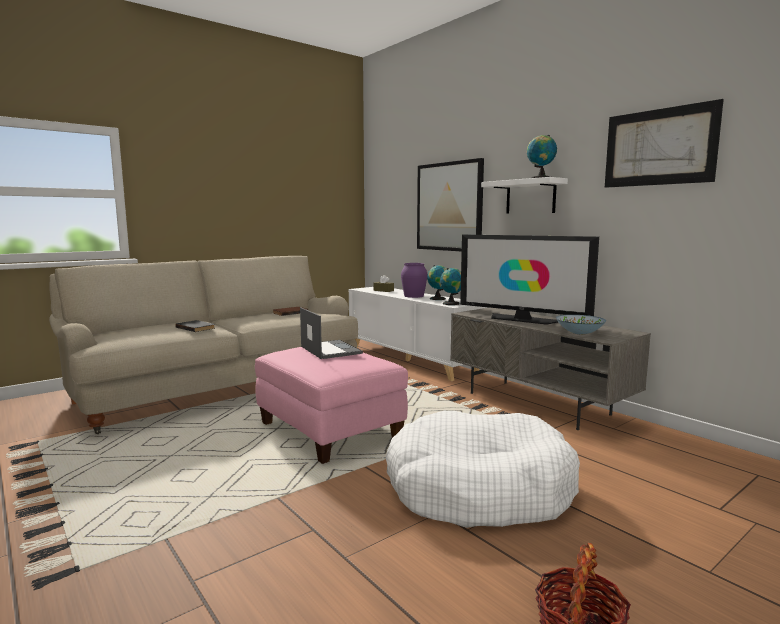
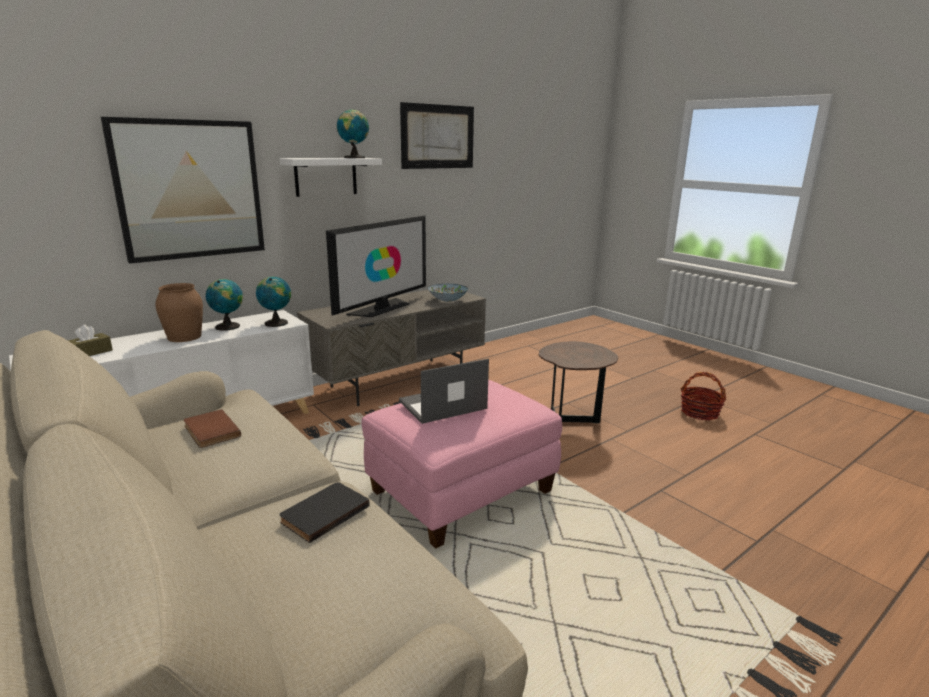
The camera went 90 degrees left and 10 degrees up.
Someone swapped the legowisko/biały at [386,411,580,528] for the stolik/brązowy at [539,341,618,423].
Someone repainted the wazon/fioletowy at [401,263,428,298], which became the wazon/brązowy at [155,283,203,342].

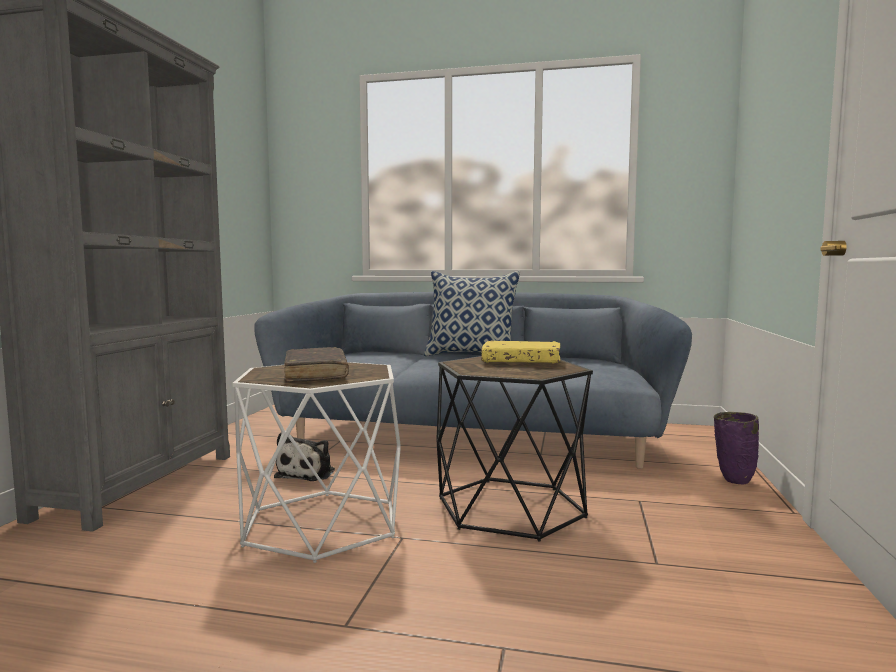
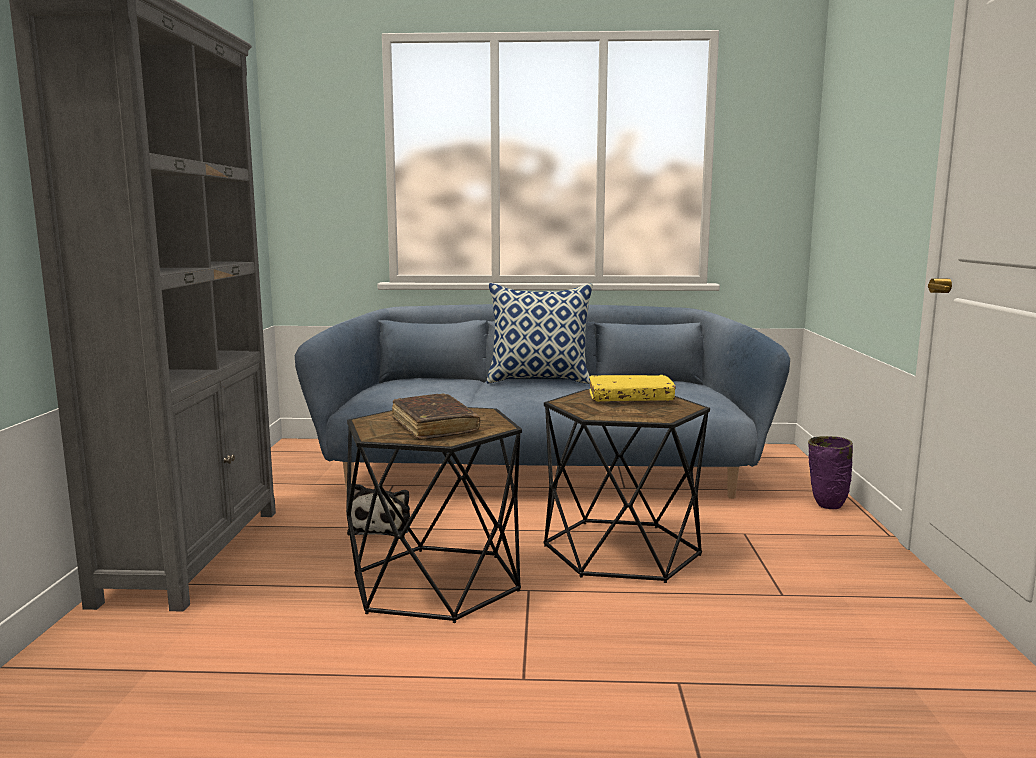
The camera went 10 degrees left and 5 degrees up.
Someone repainted the stolik/biały at [232,362,401,563], which became the stolik/czarny at [346,407,522,623].

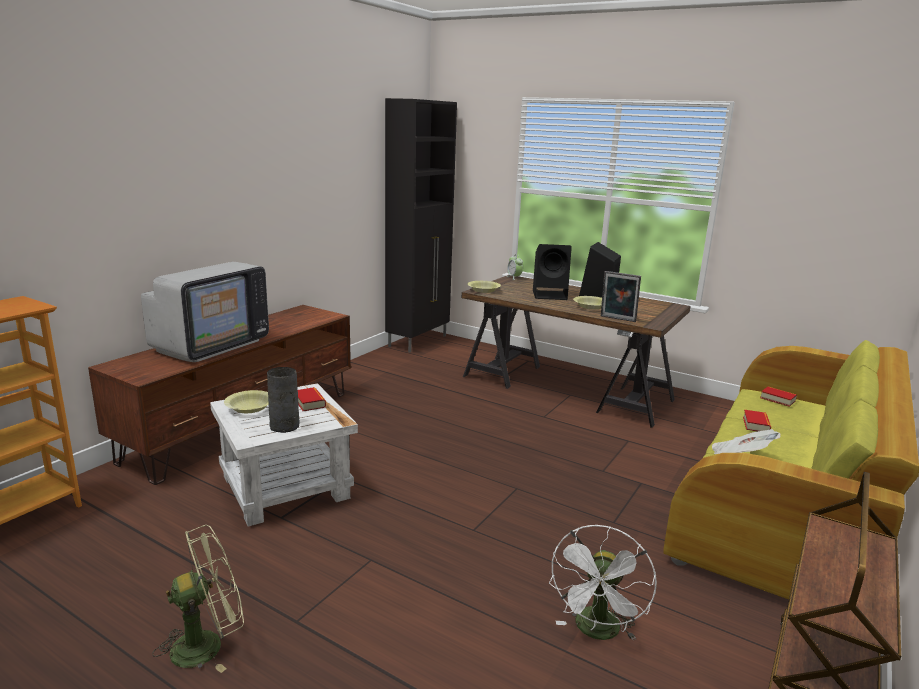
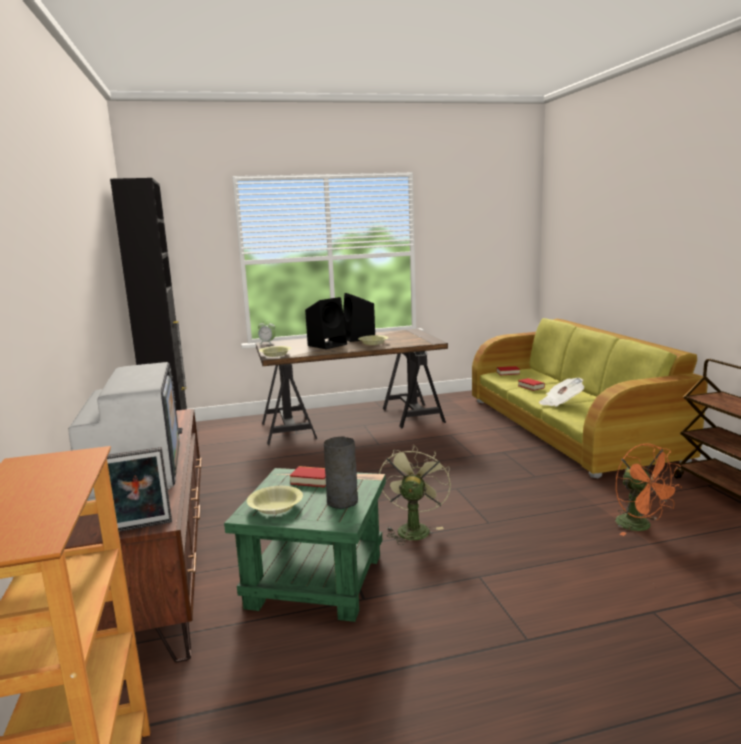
The camera went 45 degrees left and 5 degrees down.
Someone carried the wentylator/zielony from [152,525,244,673] to [379,445,451,545].
Someone repainted the stolik/biały at [210,383,358,527], which became the stolik/zielony at [224,468,386,622].
Someone repainted the wentylator/biały at [549,525,657,641], which became the wentylator/pomarańczowy at [615,443,682,536].
Someone carried the ramka na zdjęcie from [601,271,641,322] to [107,447,172,532].

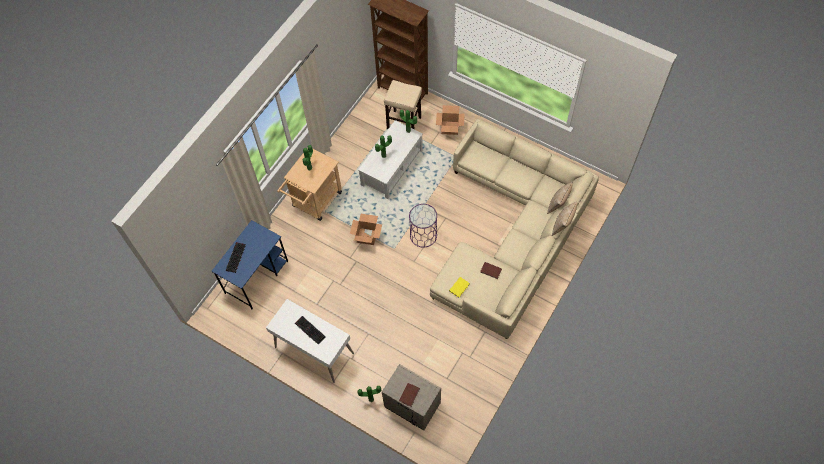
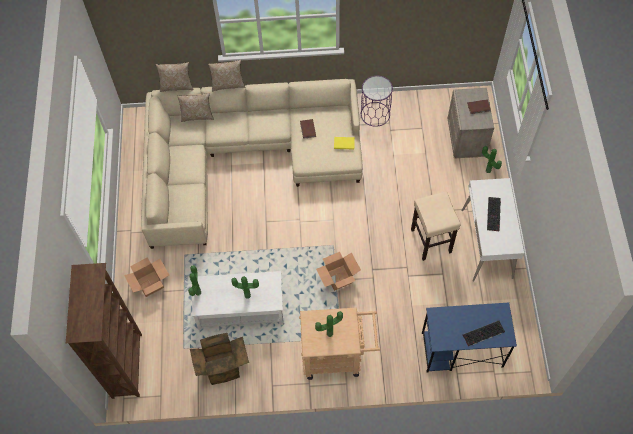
The camera went 125 degrees left and 0 degrees up.
Someone carried the stołek/beżowy from [384,80,422,130] to [411,191,461,261].
Someone carried the stolik/fioletowy from [409,204,437,247] to [361,76,393,127].
Someone put down the poduszka at [156,62,193,92].
Someone put down the karton at [190,333,249,385].

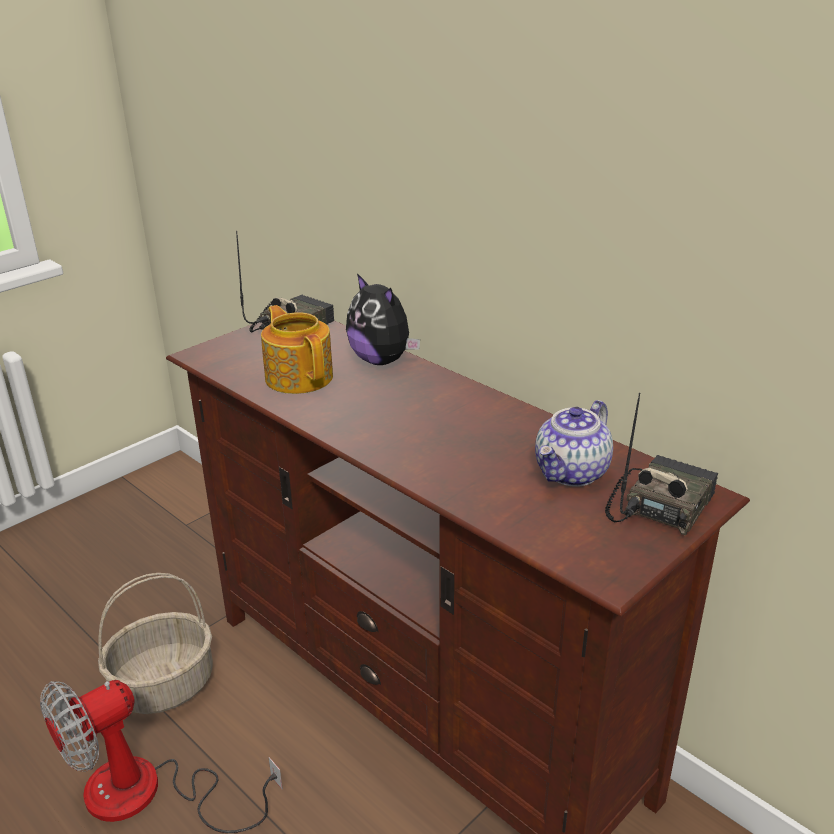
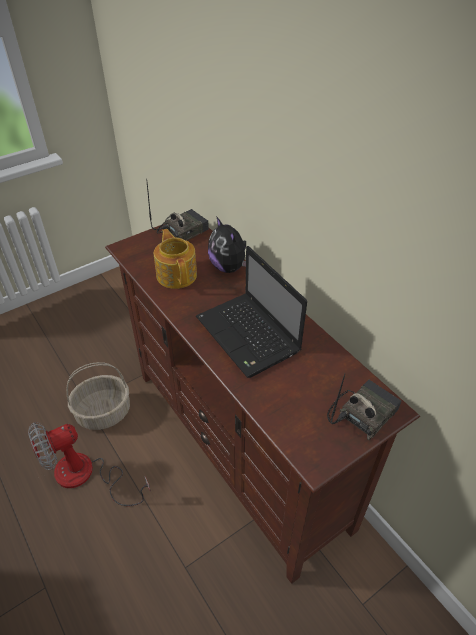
The camera went 10 degrees right and 15 degrees up.
Someone took away the imbryk at [535,400,613,487].
Someone put down the laptop at [196,246,307,378].

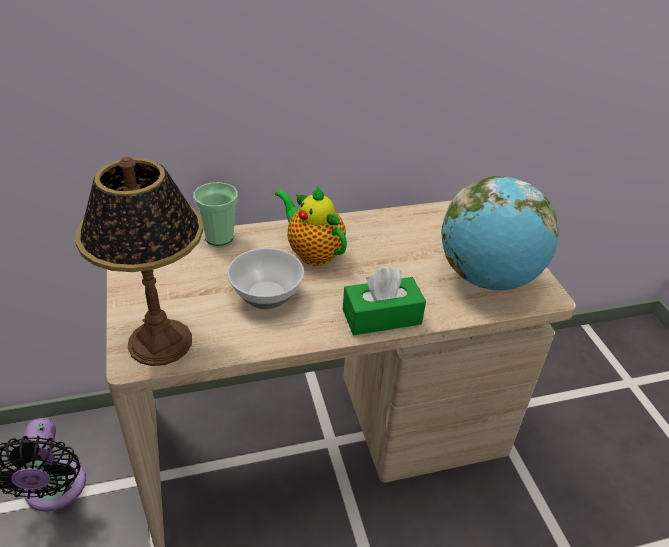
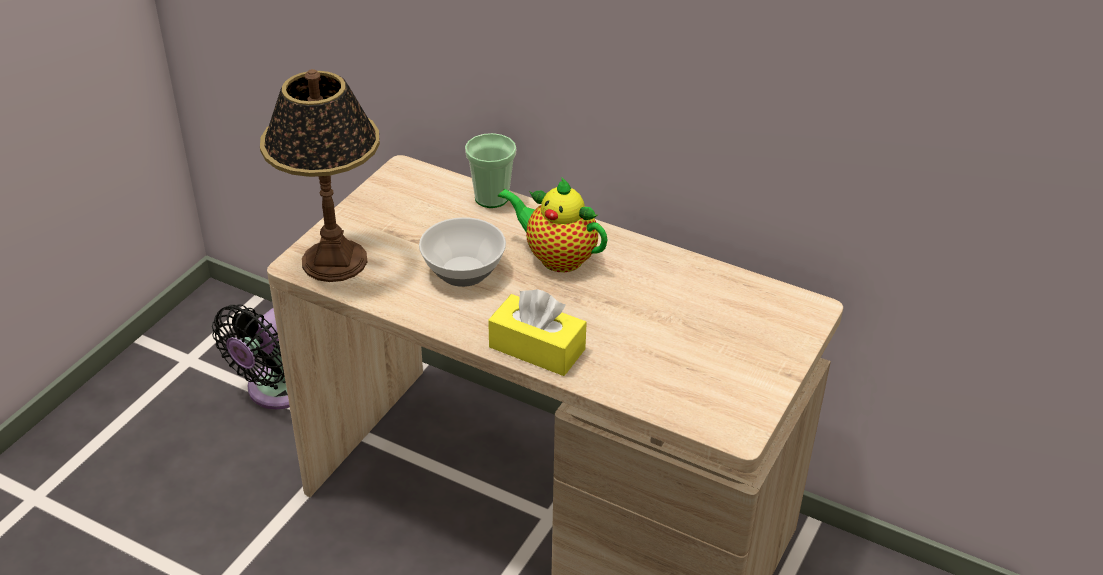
The camera went 45 degrees right and 0 degrees up.
Someone rotated the imbryk at [275,186,347,266] by 60 degrees counterclockwise.
Someone repainted the pudełko chusteczek/zielony at [343,267,426,335], which became the pudełko chusteczek/żółty at [488,289,587,376].
Someone took away the globus at [441,176,559,290].

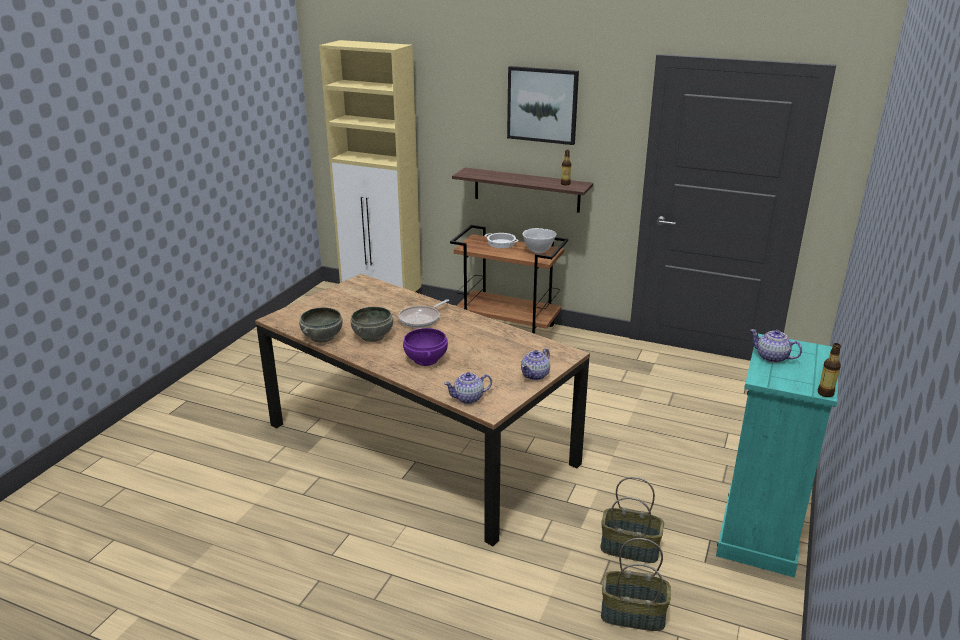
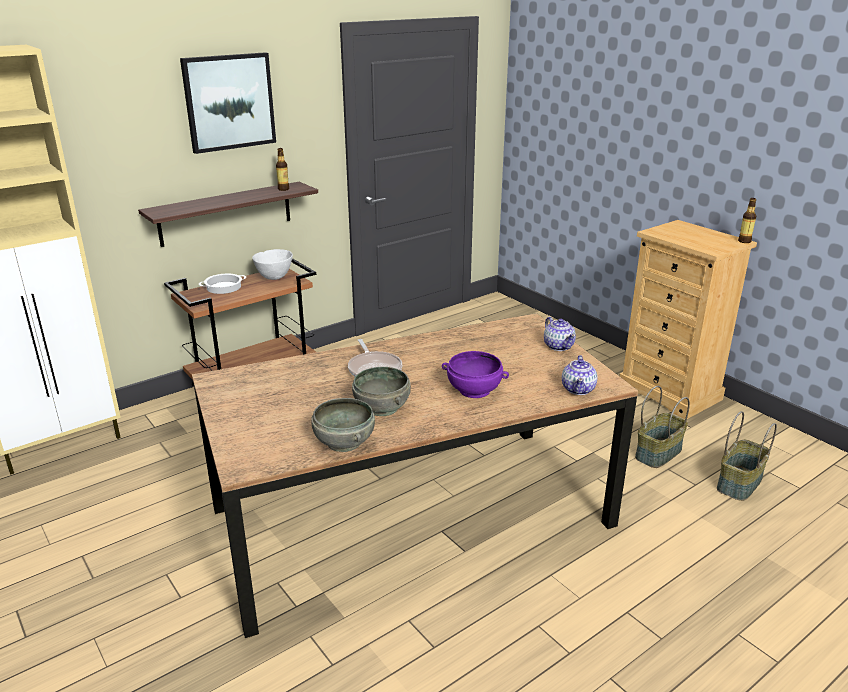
The camera went 60 degrees left and 0 degrees up.
Someone repainted the komoda/turkusowy at [716,334,838,578], which became the komoda/beżowy at [619,220,757,419].
Someone took away the imbryk at [750,329,802,363].

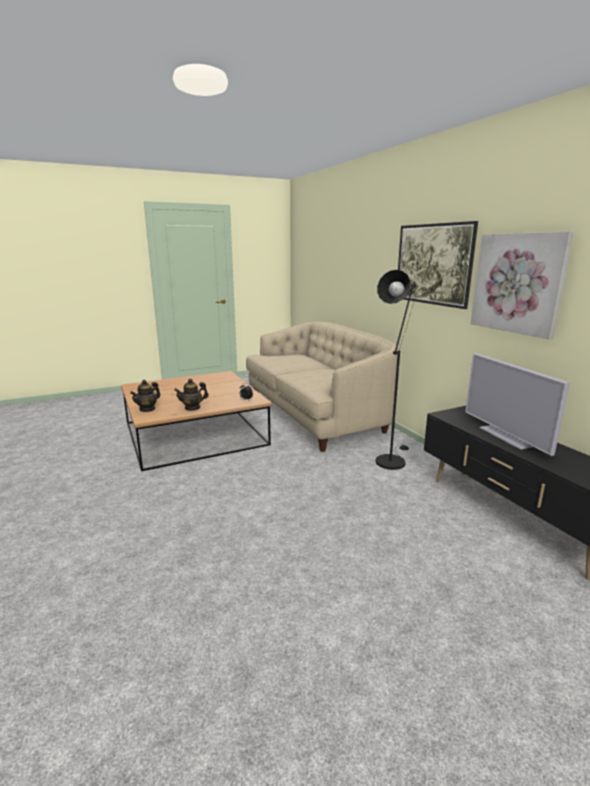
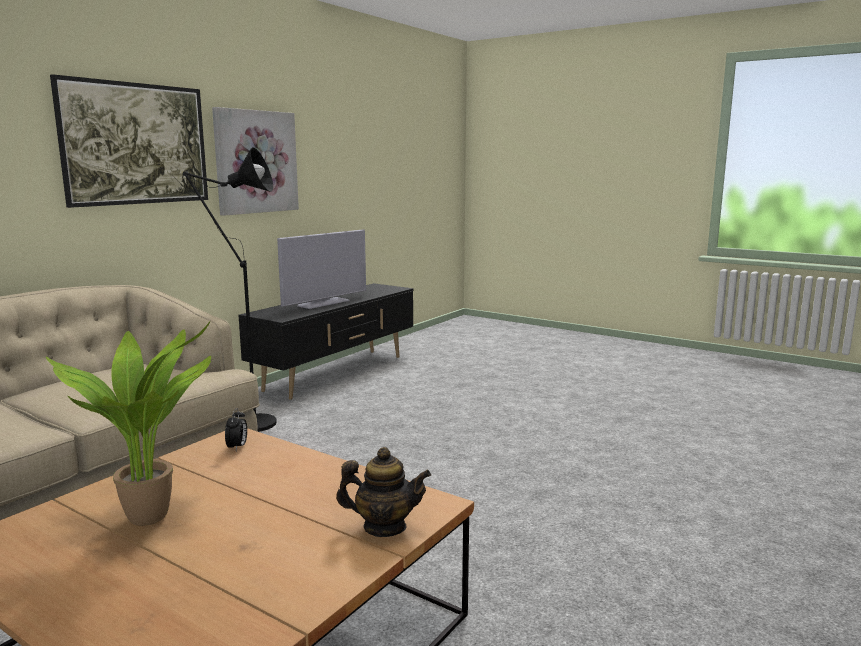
The camera went 120 degrees left and 5 degrees down.
Someone took away the imbryk at [174,379,209,411].
Someone put down the roślina doniczkowa at [46,321,211,526].

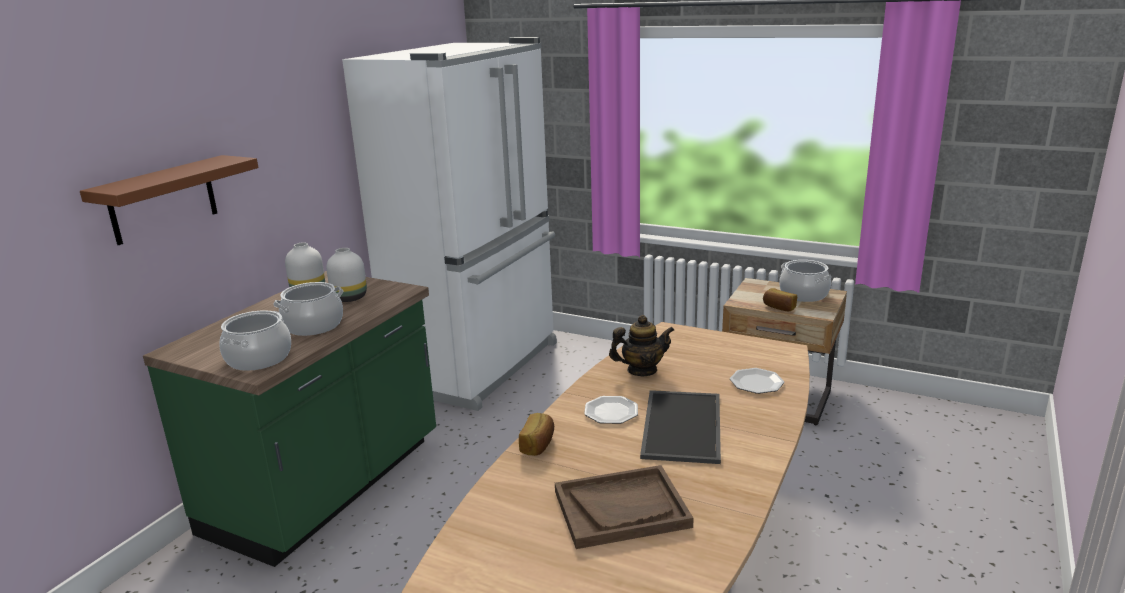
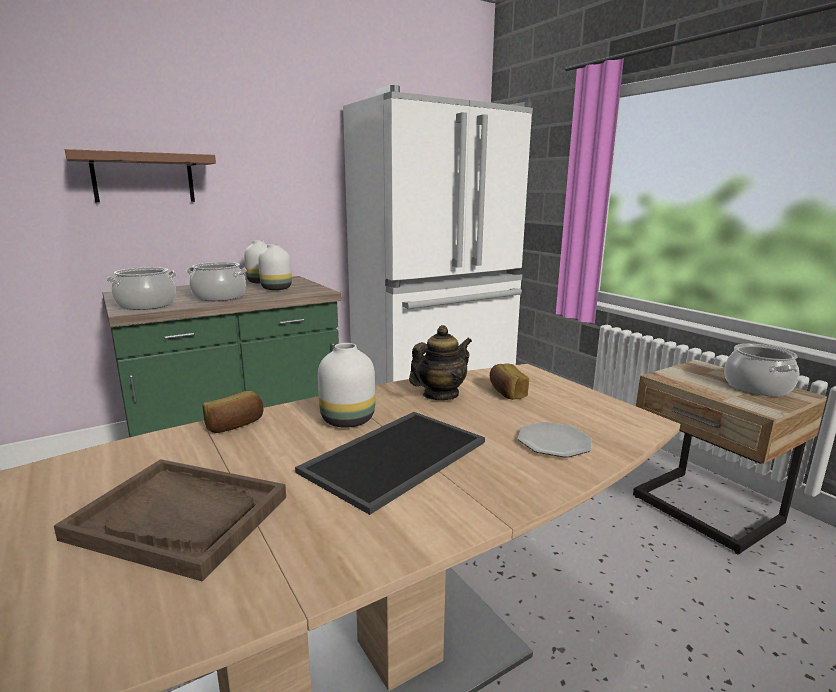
The camera went 30 degrees right and 5 degrees down.
Someone swapped the talerz at [584,396,638,424] for the wazon/biały at [318,343,375,428].
Someone rotated the imbryk at [609,315,674,376] by 60 degrees counterclockwise.
Someone carried the chleb from [763,288,797,311] to [490,363,529,400].

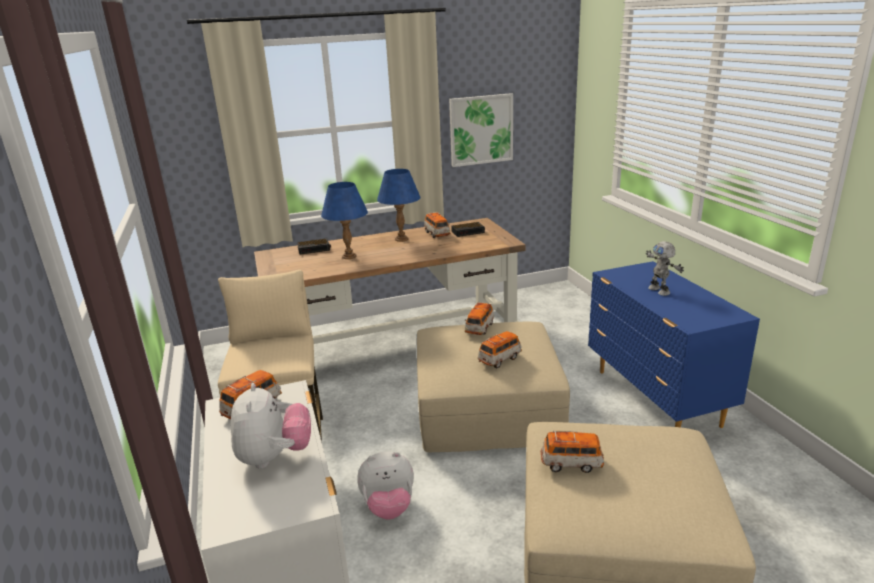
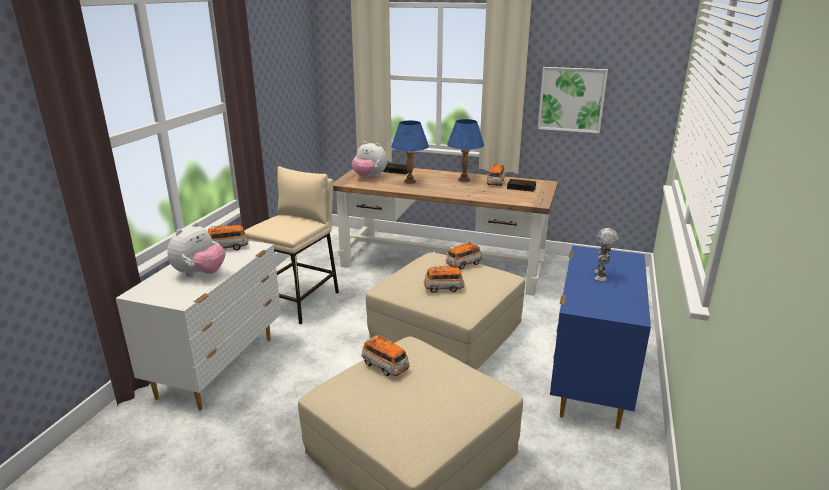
The camera went 35 degrees right and 0 degrees up.
Someone carried the pluszak from [357,451,414,519] to [352,141,387,177].

